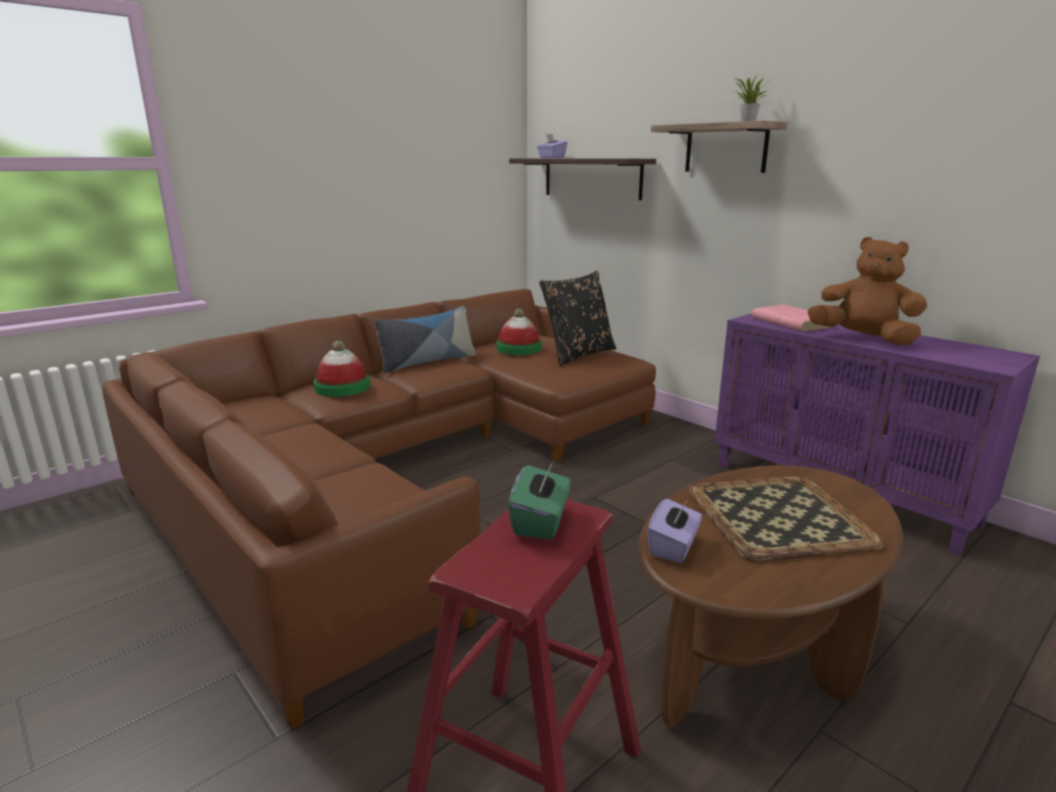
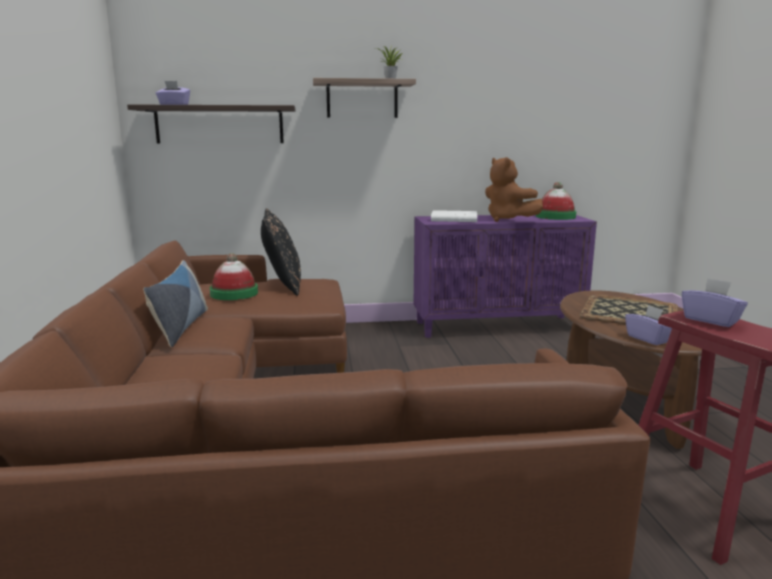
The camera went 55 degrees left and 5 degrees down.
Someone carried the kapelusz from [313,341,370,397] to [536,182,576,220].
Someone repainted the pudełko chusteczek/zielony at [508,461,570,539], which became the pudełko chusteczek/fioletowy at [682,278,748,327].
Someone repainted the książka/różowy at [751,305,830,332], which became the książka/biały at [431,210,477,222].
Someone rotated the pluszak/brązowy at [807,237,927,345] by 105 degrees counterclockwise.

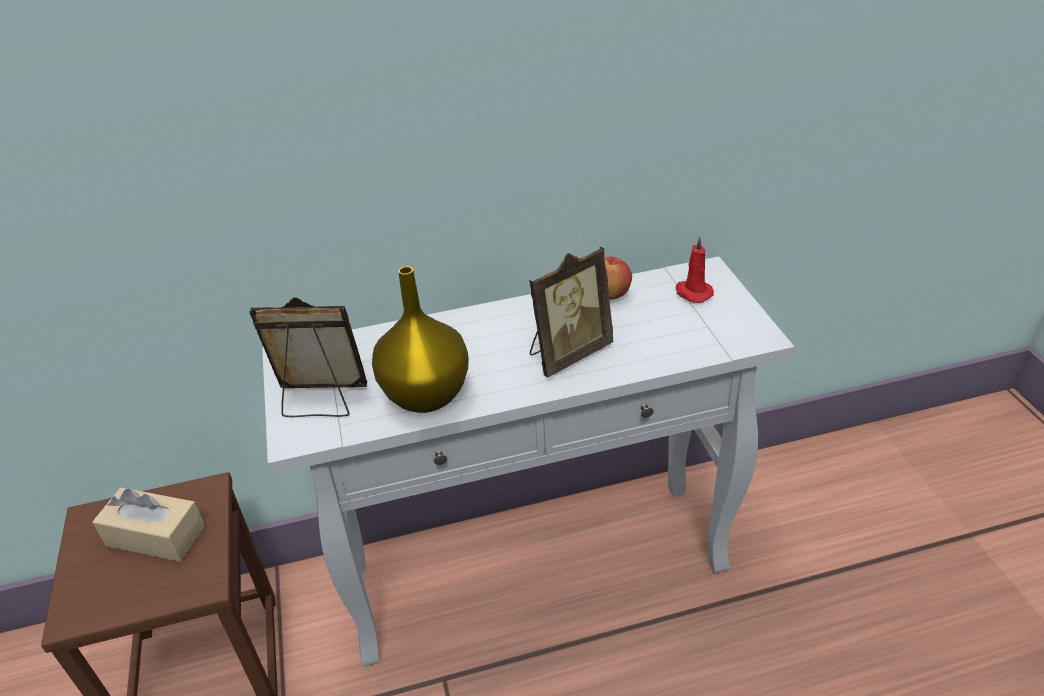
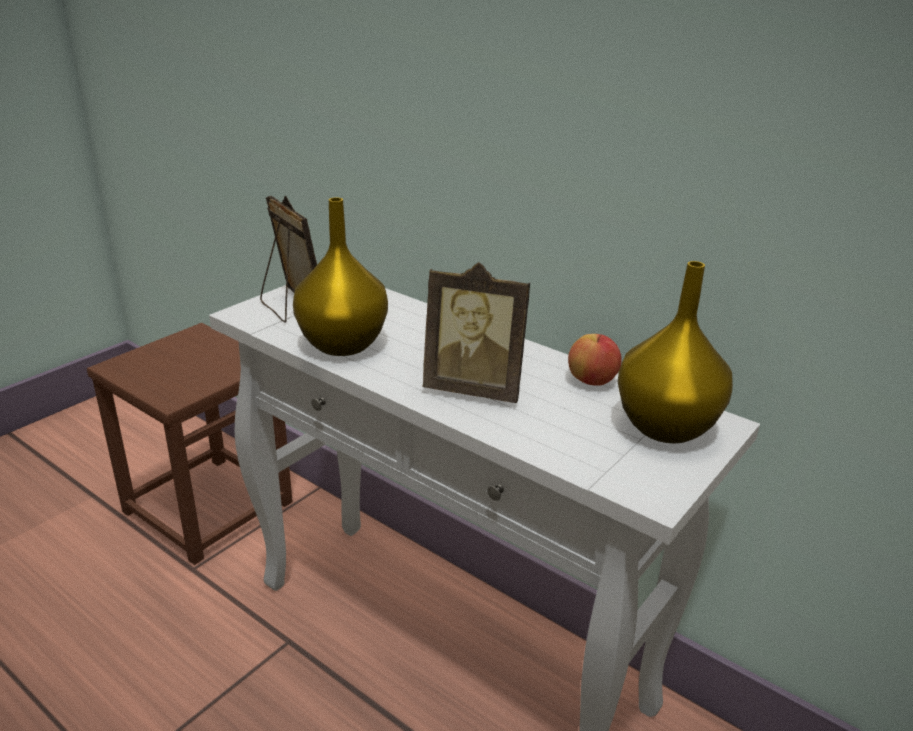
The camera went 50 degrees right and 10 degrees down.
Someone took away the pudełko chusteczek/beżowy at [92,487,205,562].
Someone swapped the świeca/czerwony at [676,236,714,303] for the wazon/żółty at [618,261,733,444].

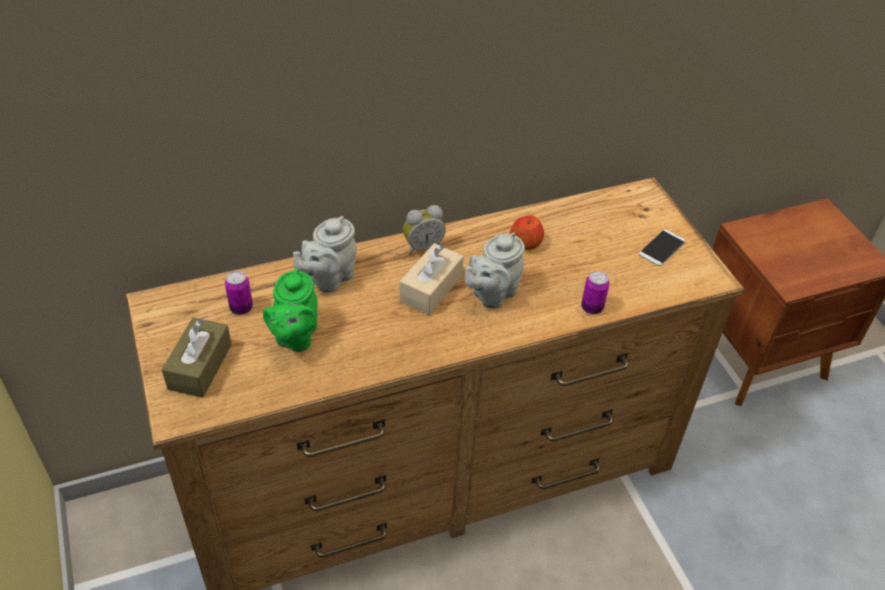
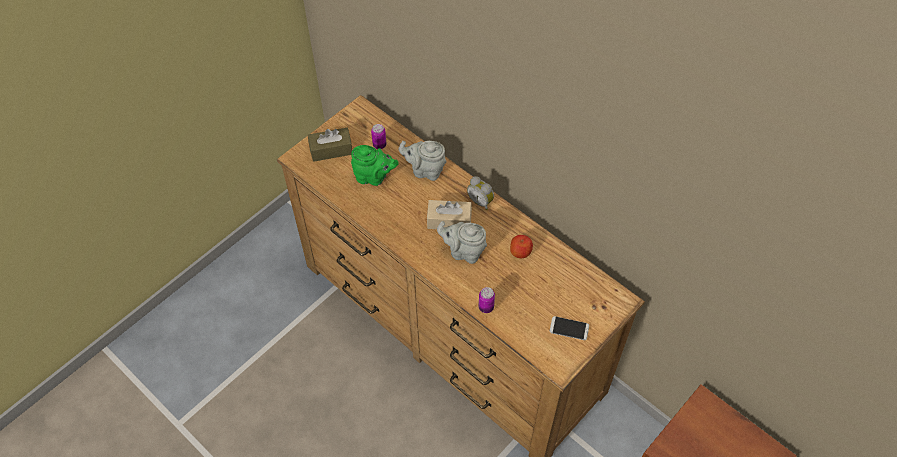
The camera went 65 degrees right and 10 degrees up.
Someone rotated the imbryk/zielony at [263,268,318,352] by 150 degrees counterclockwise.

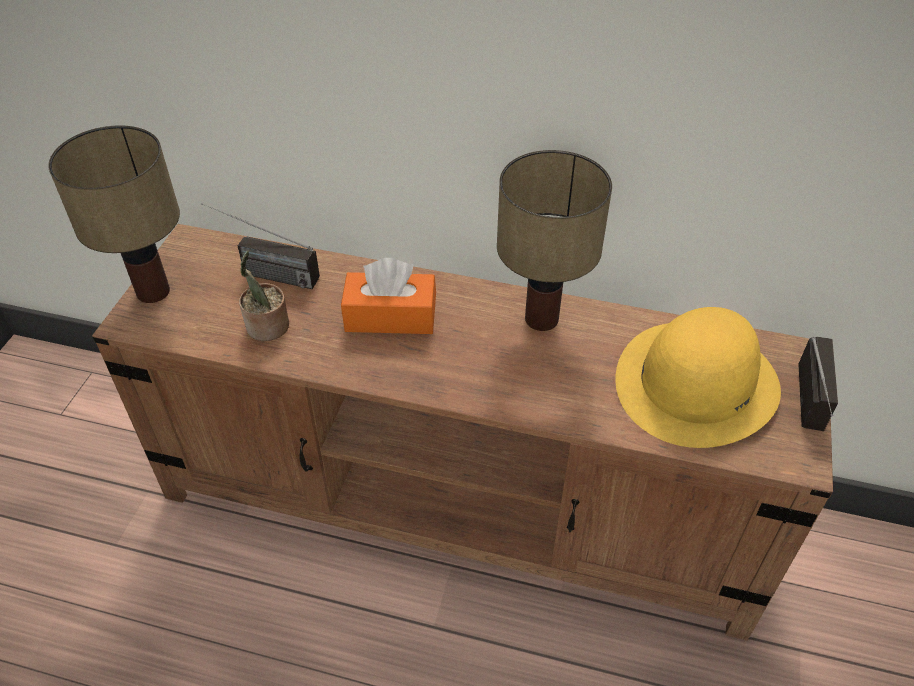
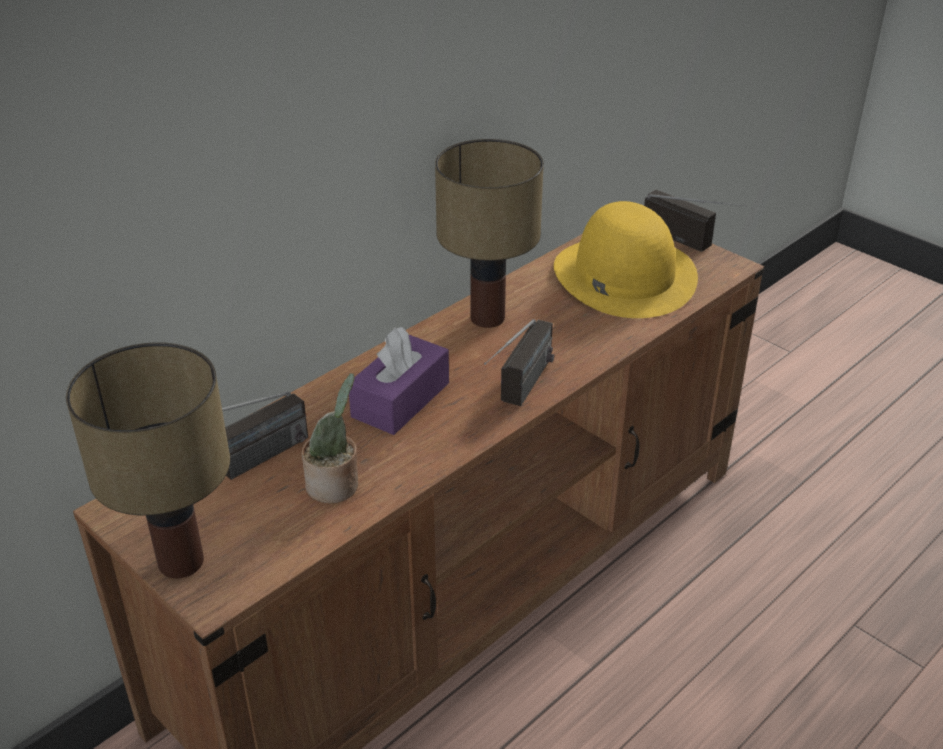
The camera went 60 degrees left and 10 degrees down.
Someone repainted the pudełko chusteczek/pomarańczowy at [341,258,436,334], which became the pudełko chusteczek/fioletowy at [349,327,449,435].
Someone put down the radio at [484,319,554,406].

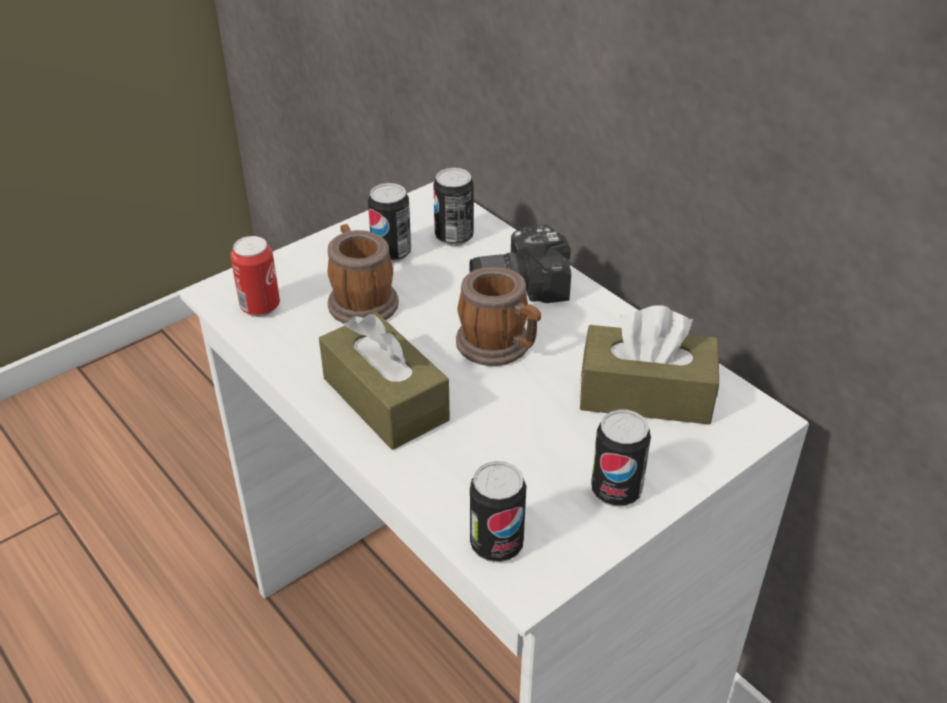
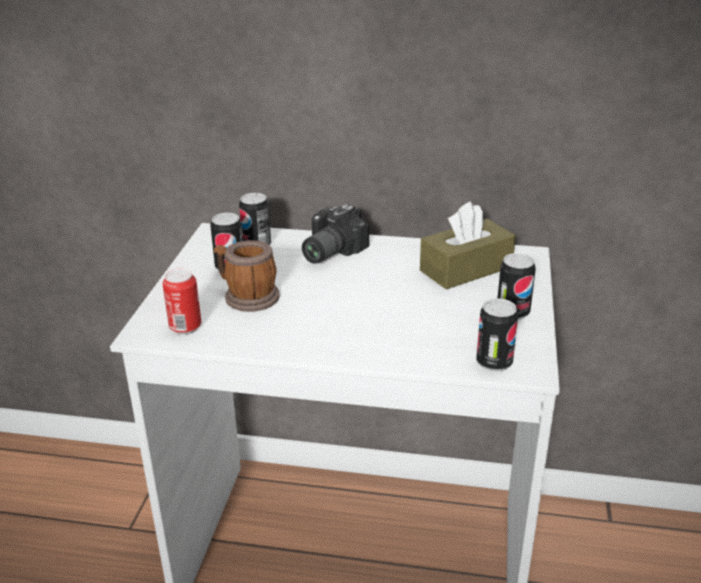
The camera went 40 degrees left and 10 degrees down.
Someone took away the pudełko chusteczek/brązowy at [319,312,450,450].
Someone took away the kubek at [456,267,541,366].

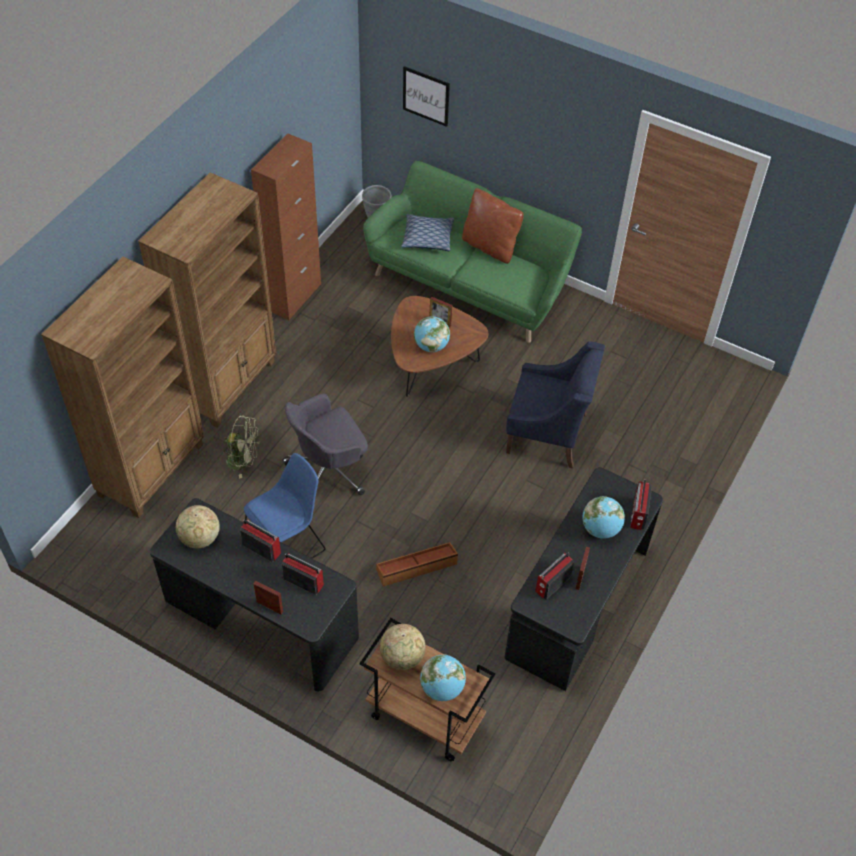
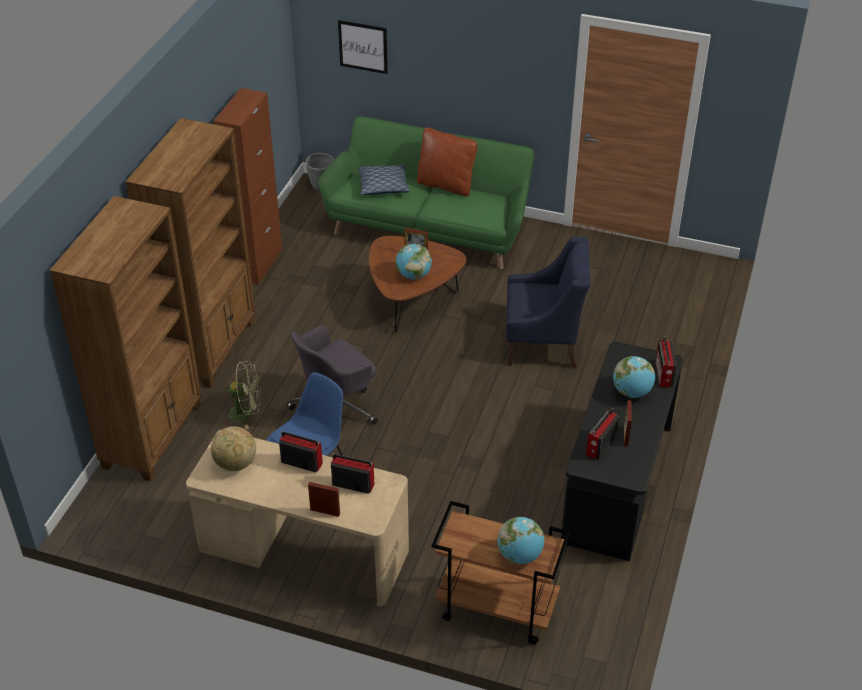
The camera went 10 degrees left and 10 degrees down.
Someone repainted the biurko/czarny at [150,498,359,691], which became the biurko/beżowy at [186,430,409,606].
Someone took away the pojemnik do przechowywania/brązowy at [376,542,458,587].
Someone took away the globus at [380,624,426,670].

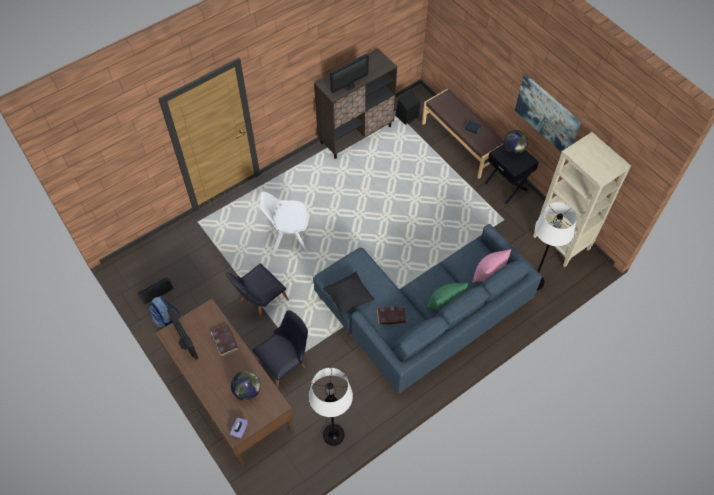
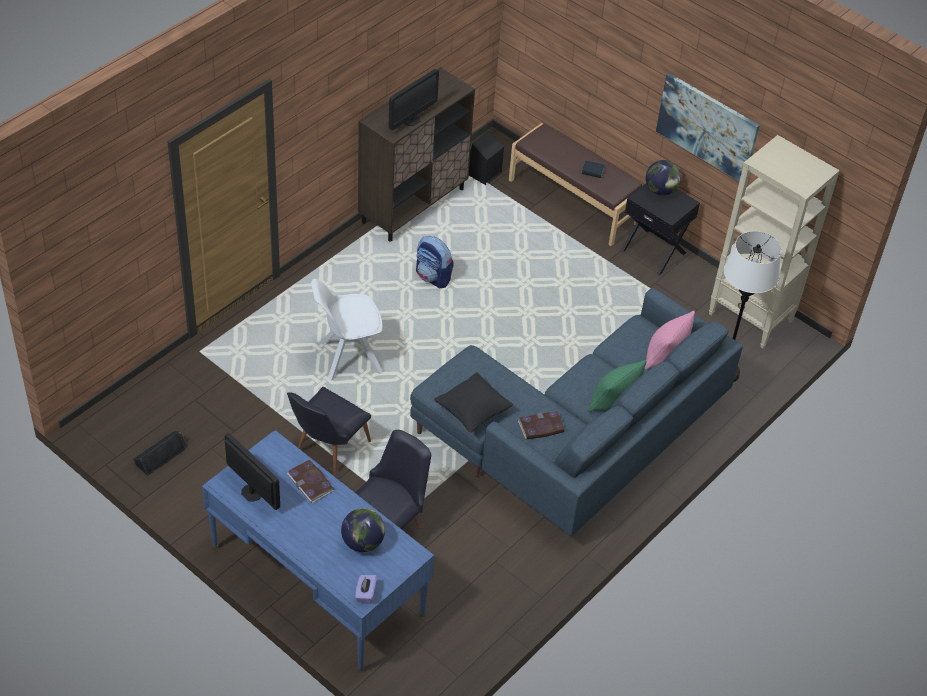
The camera went 15 degrees left and 10 degrees down.
Someone carried the plecak from [149,297,180,327] to [416,236,453,288].
Someone repainted the biurko/brązowy at [156,299,294,467], which became the biurko/niebieski at [202,430,434,673].
Someone took away the lampa stojąca/biały at [309,368,353,446].

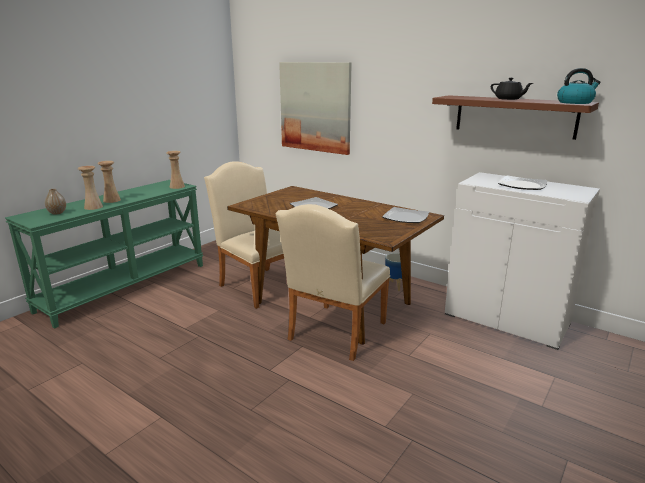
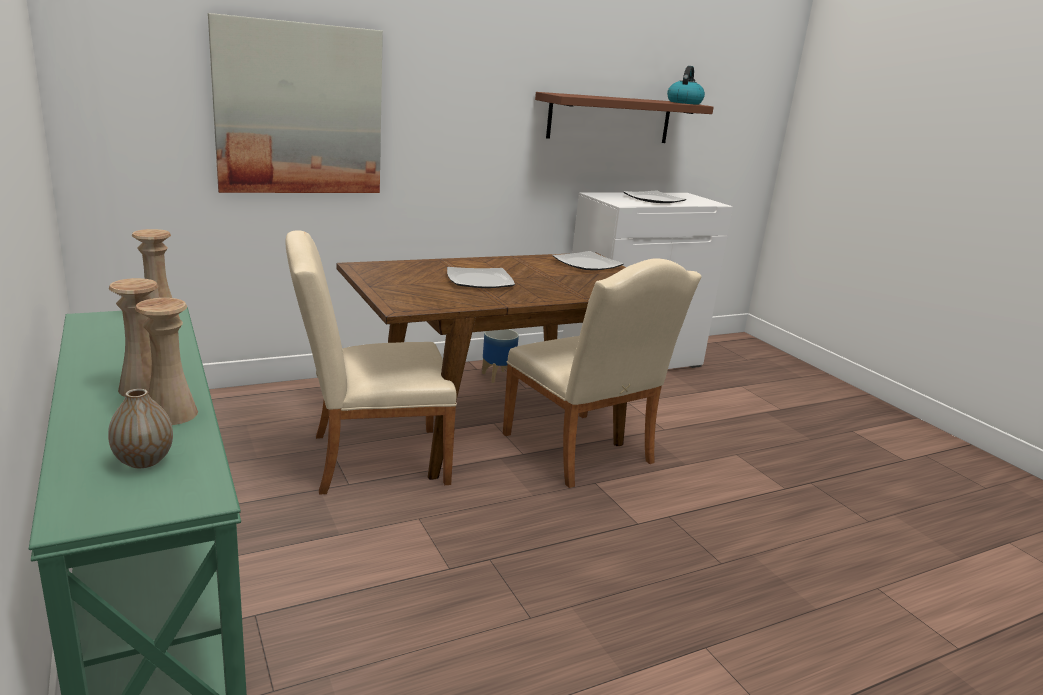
The camera went 65 degrees left and 0 degrees up.
Someone took away the imbryk/czarny at [491,78,533,100].

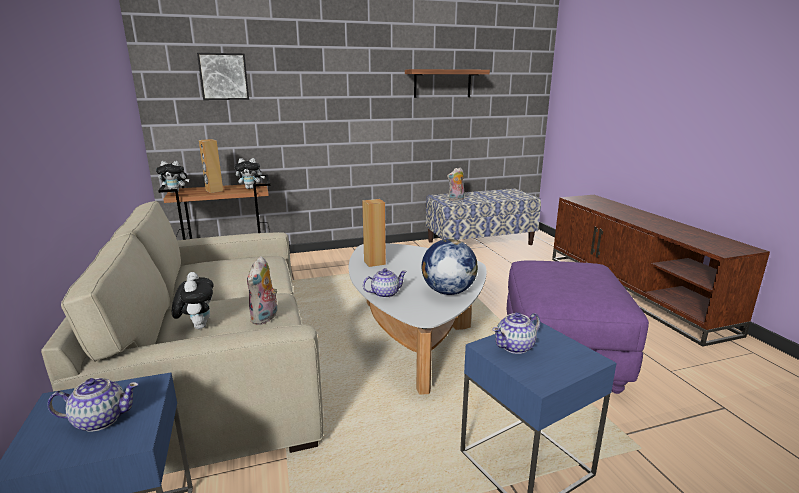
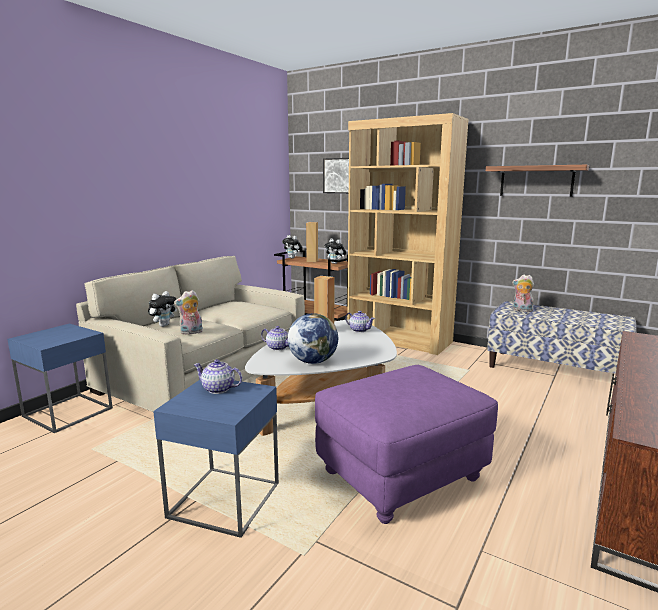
The camera went 50 degrees right and 5 degrees down.
Someone carried the imbryk from [48,378,139,432] to [345,311,375,333].
Someone put down the regał/brązowy at [347,113,469,355].

